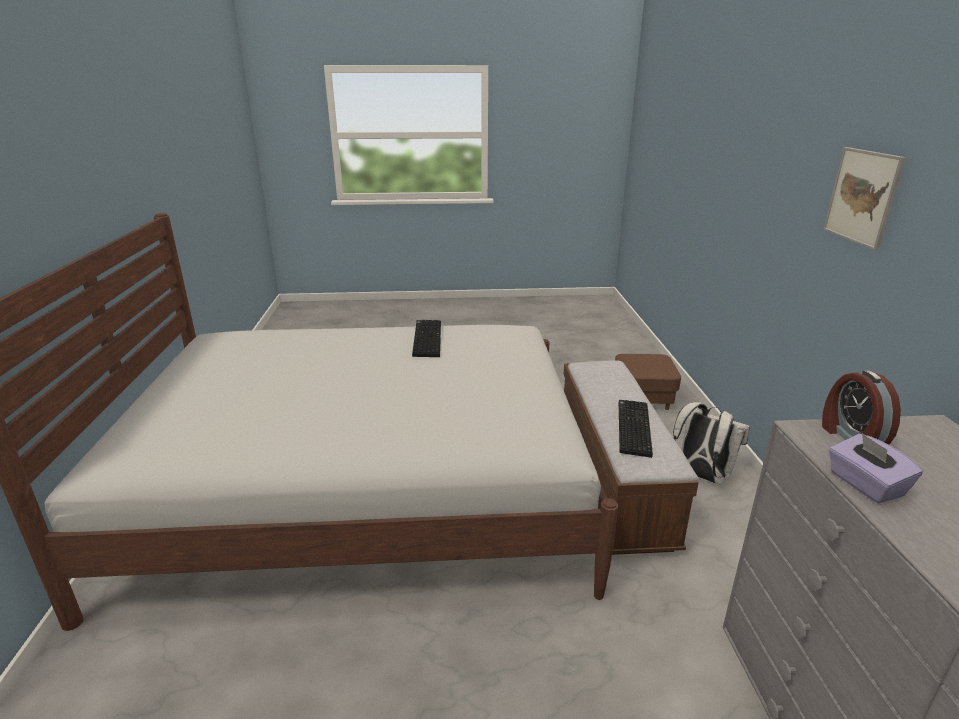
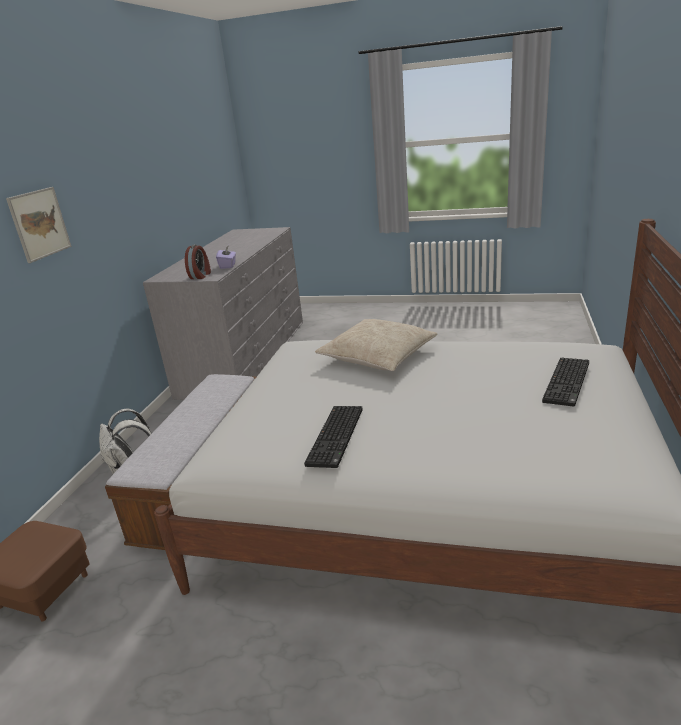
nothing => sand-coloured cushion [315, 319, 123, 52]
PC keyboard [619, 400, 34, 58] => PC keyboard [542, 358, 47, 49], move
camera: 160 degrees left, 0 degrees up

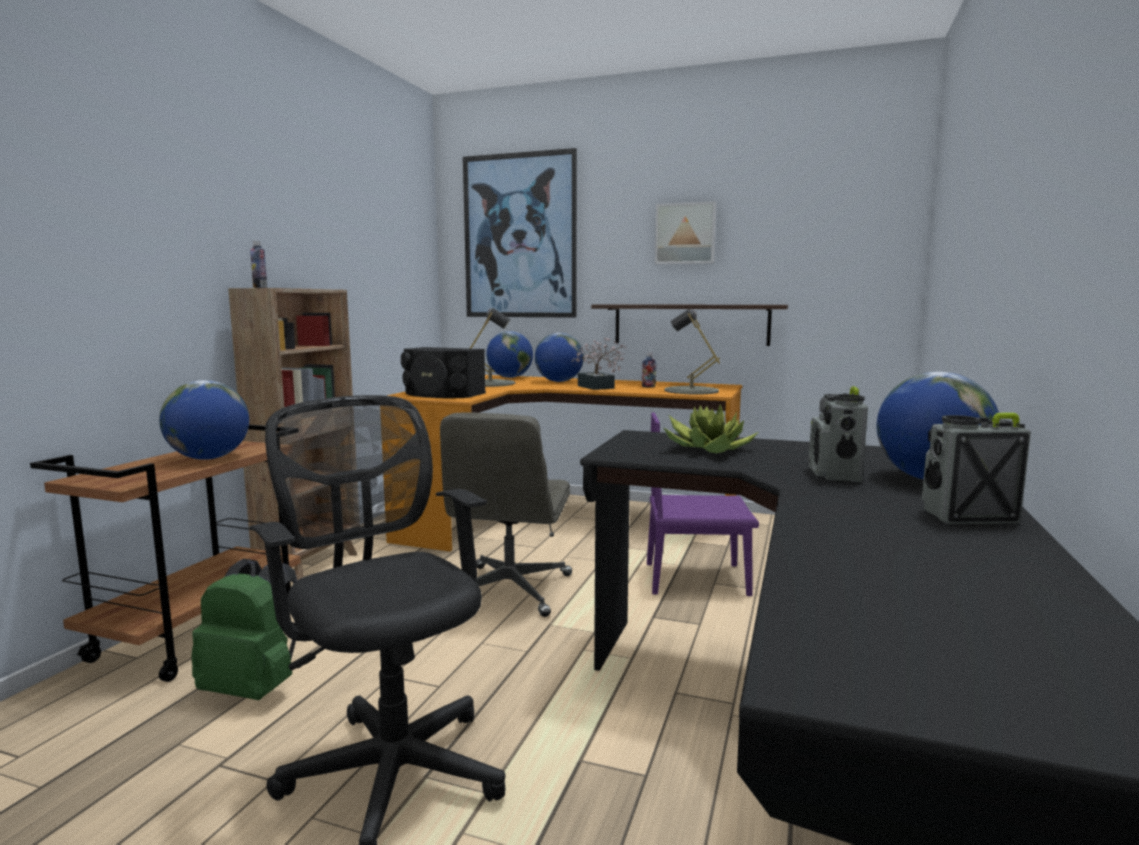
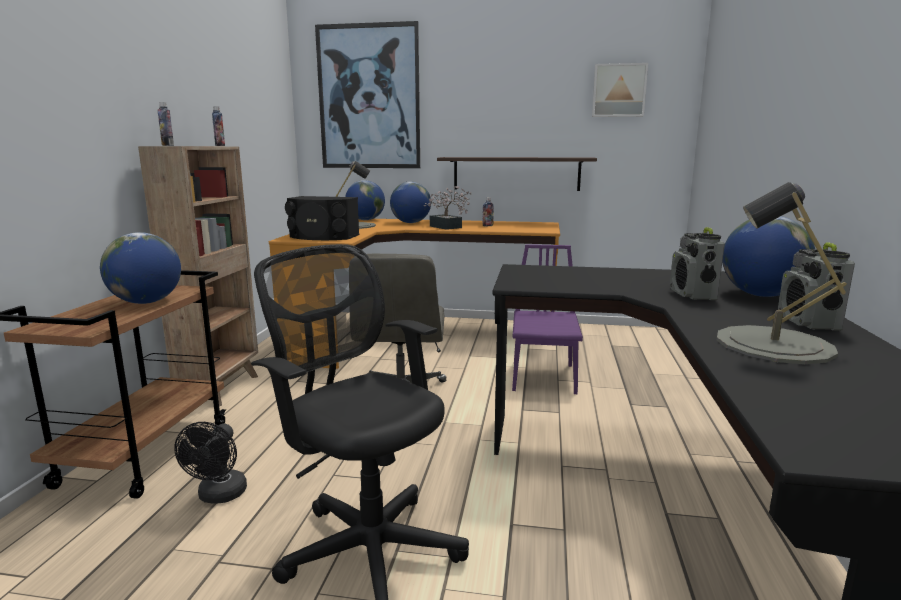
greenish rucksack [191, 559, 106, 141] => black-coloured fan [174, 422, 73, 82]
nothing => bottle [212, 106, 13, 40]
purplish chair [647, 413, 112, 183] => purplish chair [512, 244, 71, 150], 105 degrees clockwise
wall art [655, 201, 62, 63] => wall art [592, 63, 56, 54], move
grey table lamp [664, 308, 56, 86] => grey table lamp [717, 182, 130, 182], move
radio receiver [922, 413, 109, 111] => radio receiver [778, 242, 77, 89], 75 degrees counterclockwise
houseplant [663, 404, 96, 49] => nothing
camera: 10 degrees left, 5 degrees up

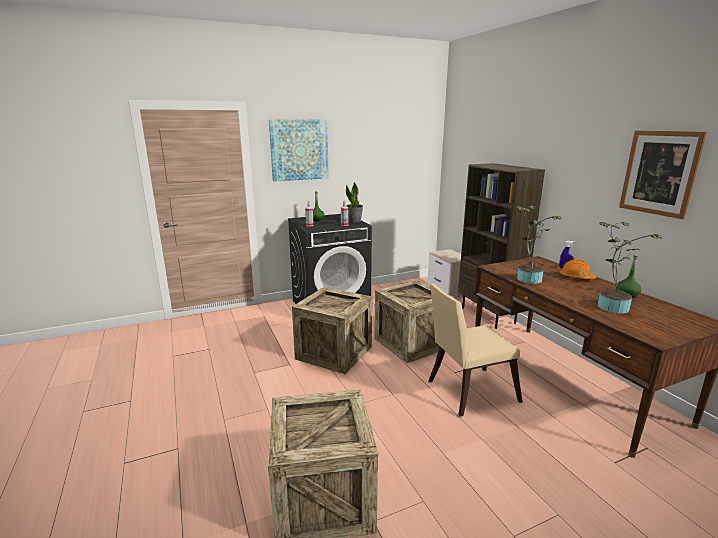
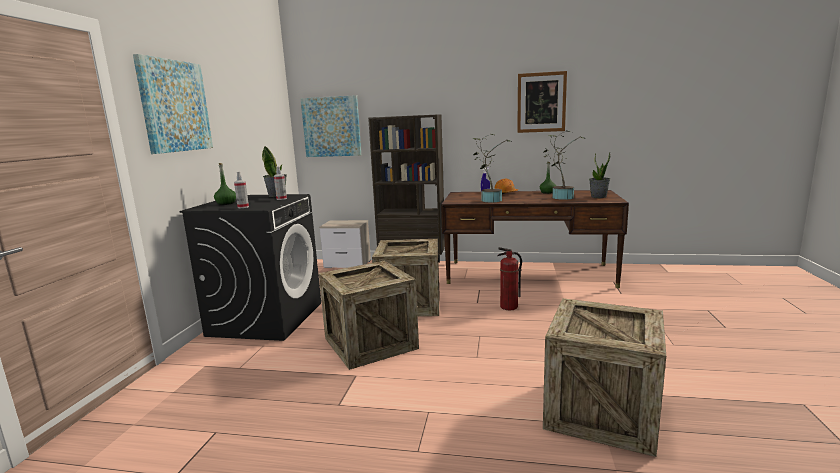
nothing => wall art [300, 95, 61, 62]
sand-coloured chair [429, 283, 94, 134] => fire extinguisher [498, 247, 24, 63]
nothing => houseplant [589, 152, 22, 46]
camera: 55 degrees left, 5 degrees down

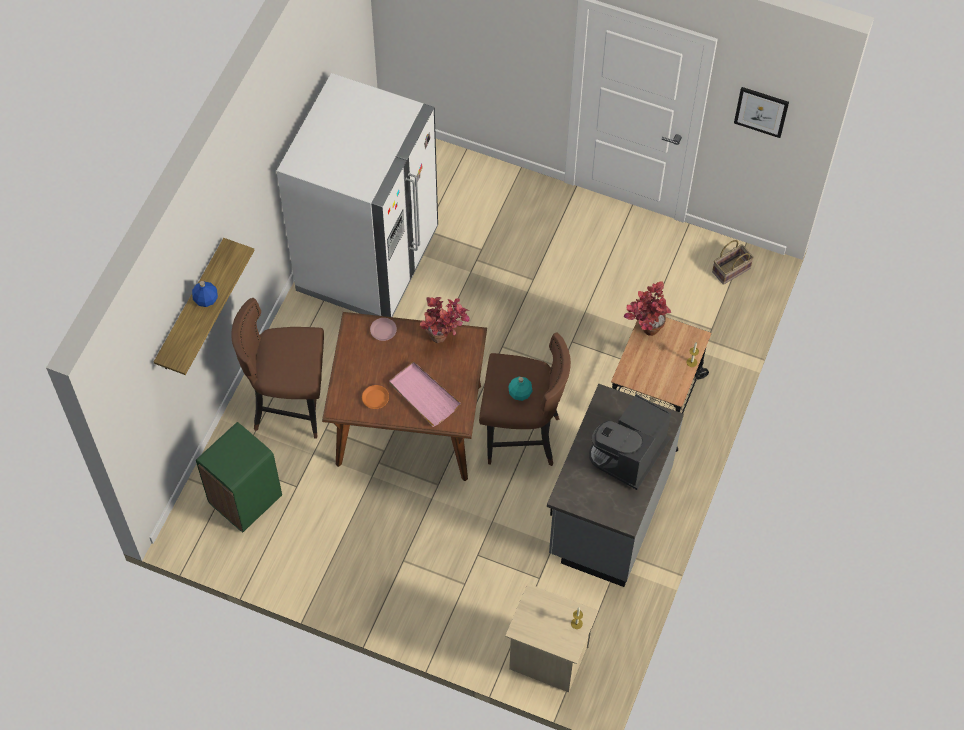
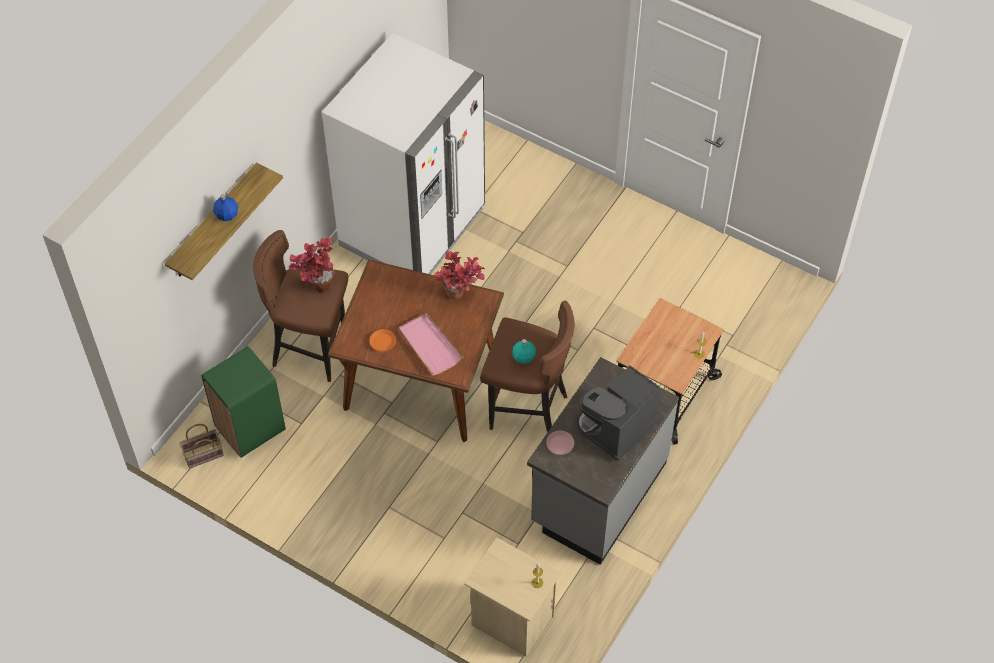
basket [712, 240, 42, 45] => basket [179, 424, 45, 45], move
houseplant [624, 281, 47, 55] => houseplant [289, 238, 45, 55], move
pinkish dinner plate [370, 318, 27, 23] => pinkish dinner plate [546, 431, 28, 24], move
wall art [734, 87, 55, 51] => nothing
camera: 10 degrees right, 5 degrees down

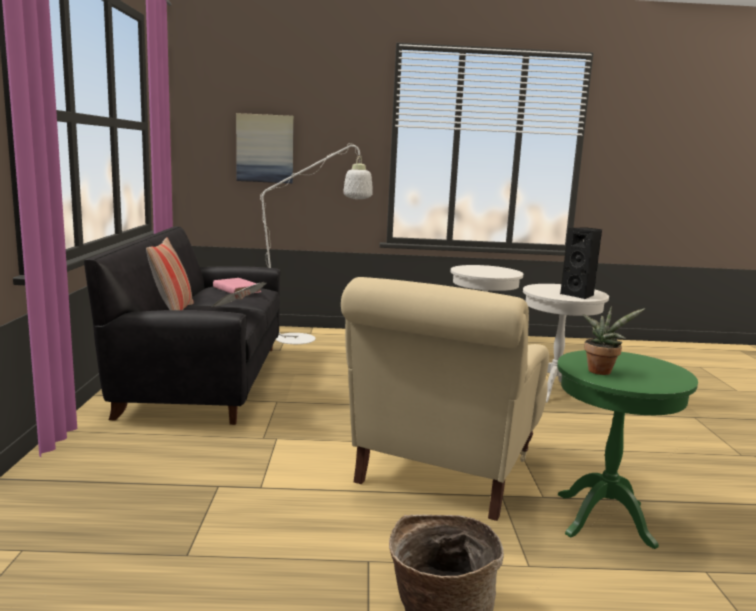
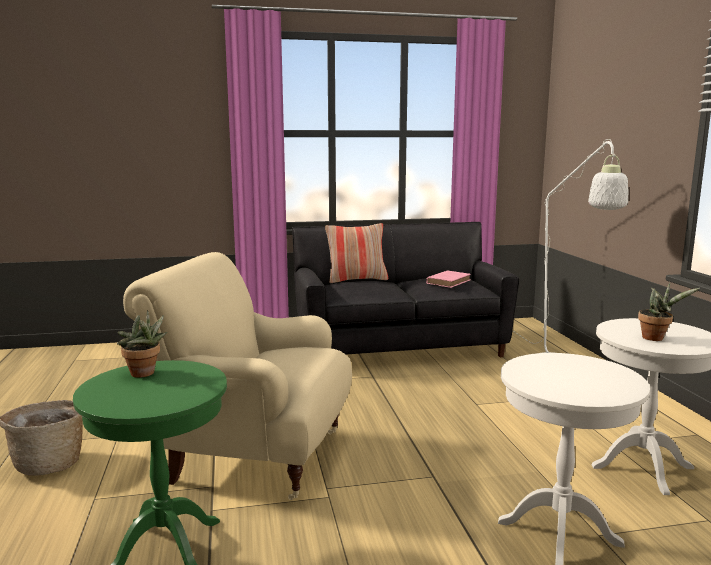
nothing => houseplant [638, 282, 62, 59]
newspaper [211, 282, 56, 25] => nothing
wall art [236, 113, 58, 70] => nothing
black-coloured loudspeaker [560, 227, 42, 72] => nothing
camera: 80 degrees right, 0 degrees up

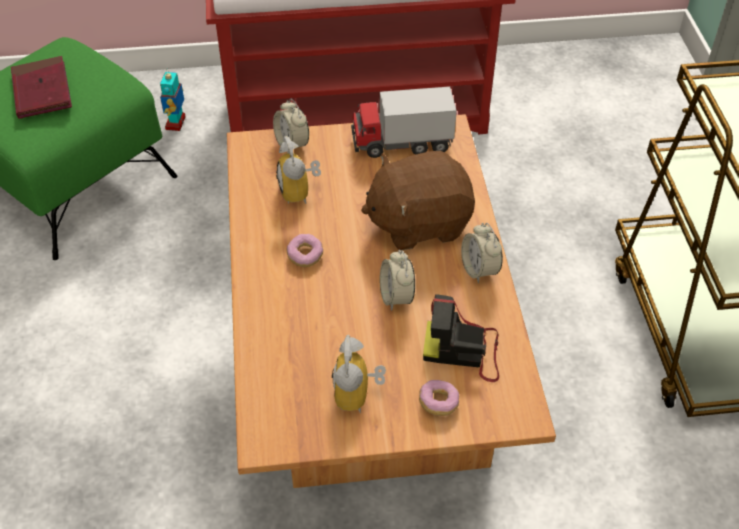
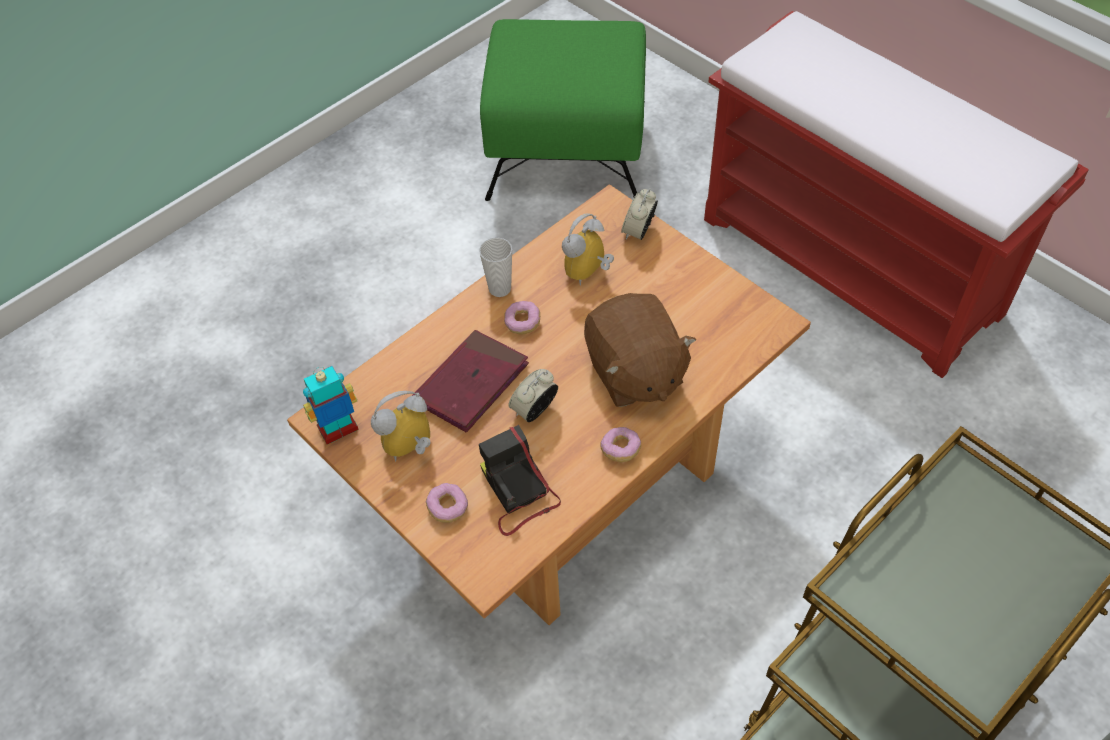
toy robot [160, 69, 26, 62] => toy robot [303, 366, 56, 78], move
red book [11, 56, 61, 63] => red book [412, 330, 117, 102], move
nothing => drinking cup [479, 237, 33, 60]
brown plush toy [361, 151, 114, 100] => brown plush toy [584, 293, 112, 114], 150 degrees counterclockwise
bedside clock [461, 223, 42, 60] => ring doughnut [600, 427, 41, 35]
toy truck [351, 87, 106, 71] => nothing
camera: 55 degrees right, 5 degrees up

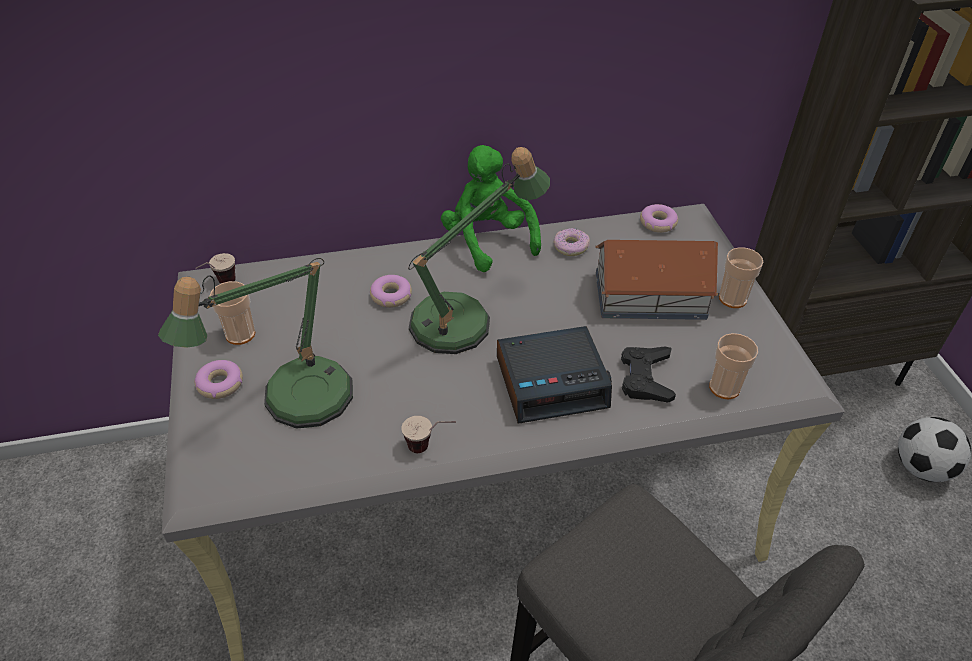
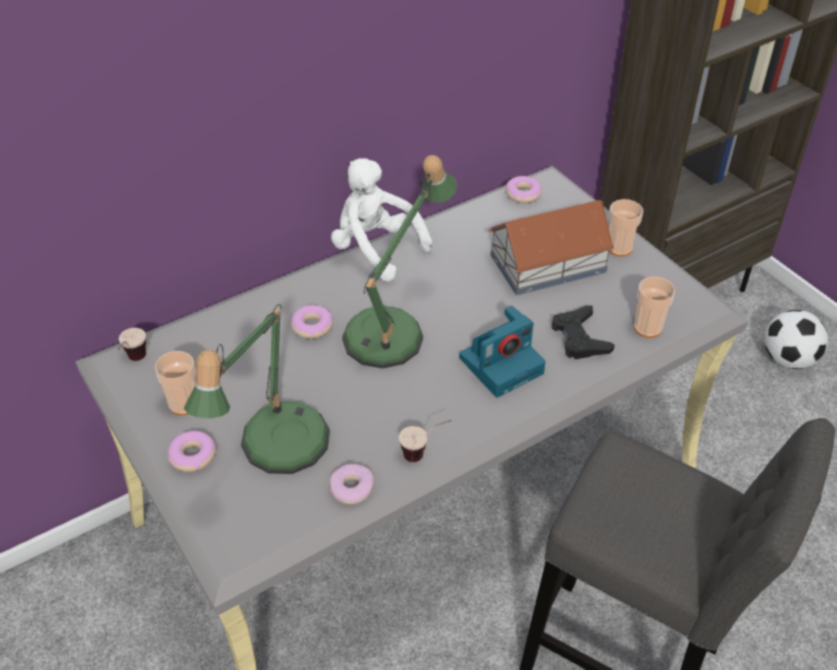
ring doughnut [553, 228, 37, 28] => ring doughnut [329, 464, 46, 40], move
greenish plush toy [441, 145, 100, 127] => whitish plush toy [331, 158, 102, 123]
bedside clock [497, 326, 115, 97] => photo camera [459, 306, 87, 92]
camera: 20 degrees left, 0 degrees up

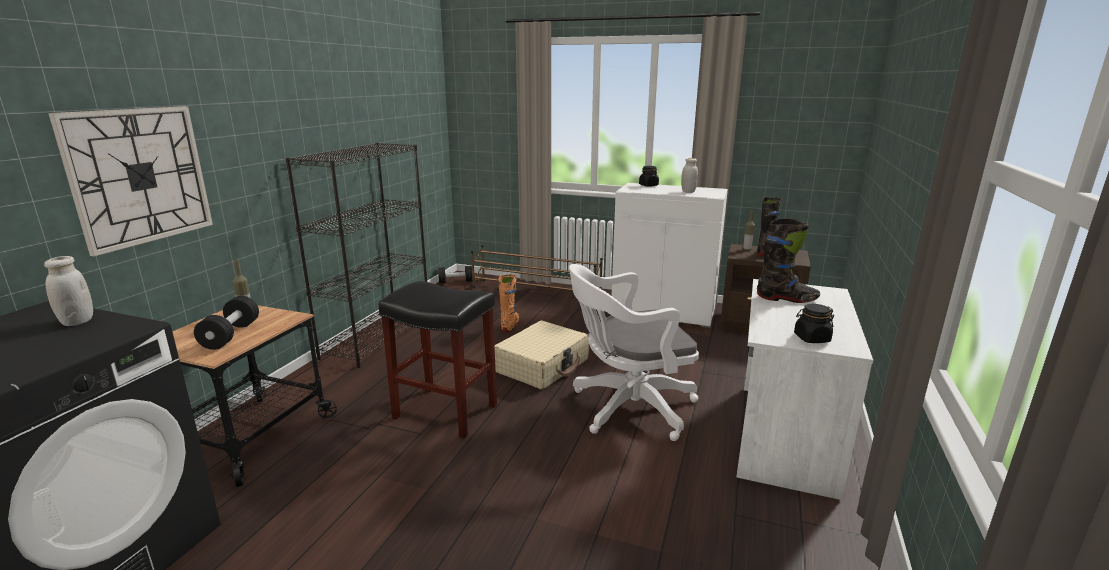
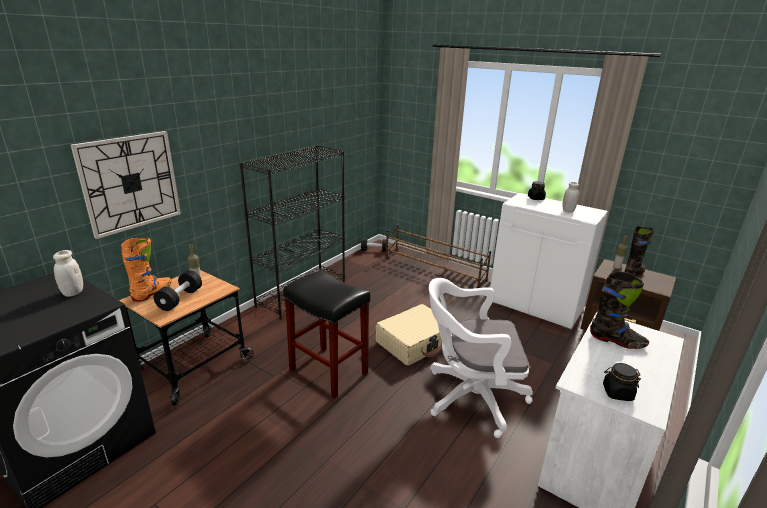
orange-coloured tall boot [498, 274, 22, 58] => orange-coloured tall boot [121, 238, 51, 64], move
camera: 15 degrees right, 5 degrees up

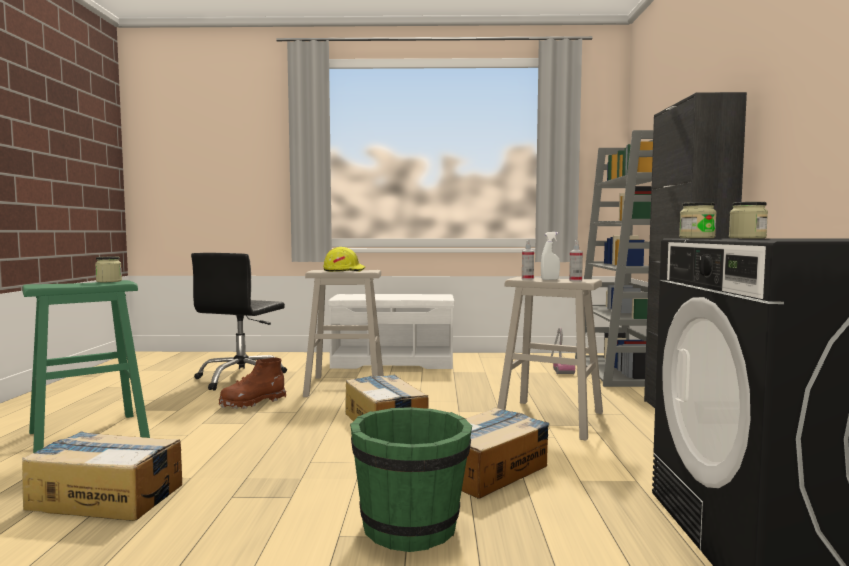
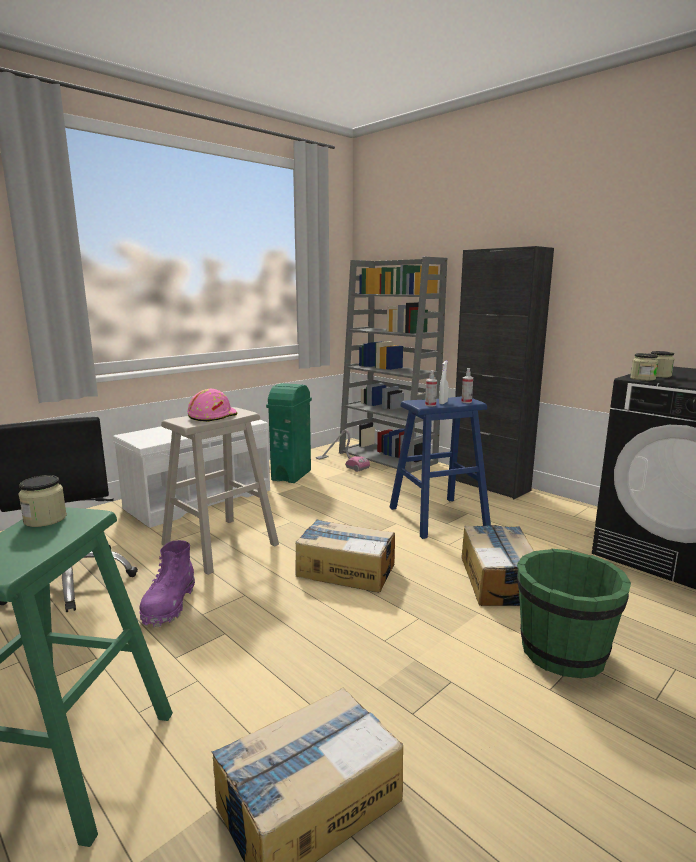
brown tall boot [219, 357, 67, 52] => purplish tall boot [139, 540, 56, 88]
yellowish safety helmet [323, 247, 43, 25] => pinkish safety helmet [187, 389, 51, 33]
nothing => greenish rubbish bin [266, 383, 46, 100]
sand-coloured sitting stool [497, 277, 106, 164] => blue-coloured sitting stool [389, 396, 102, 143]
camera: 45 degrees left, 10 degrees up

